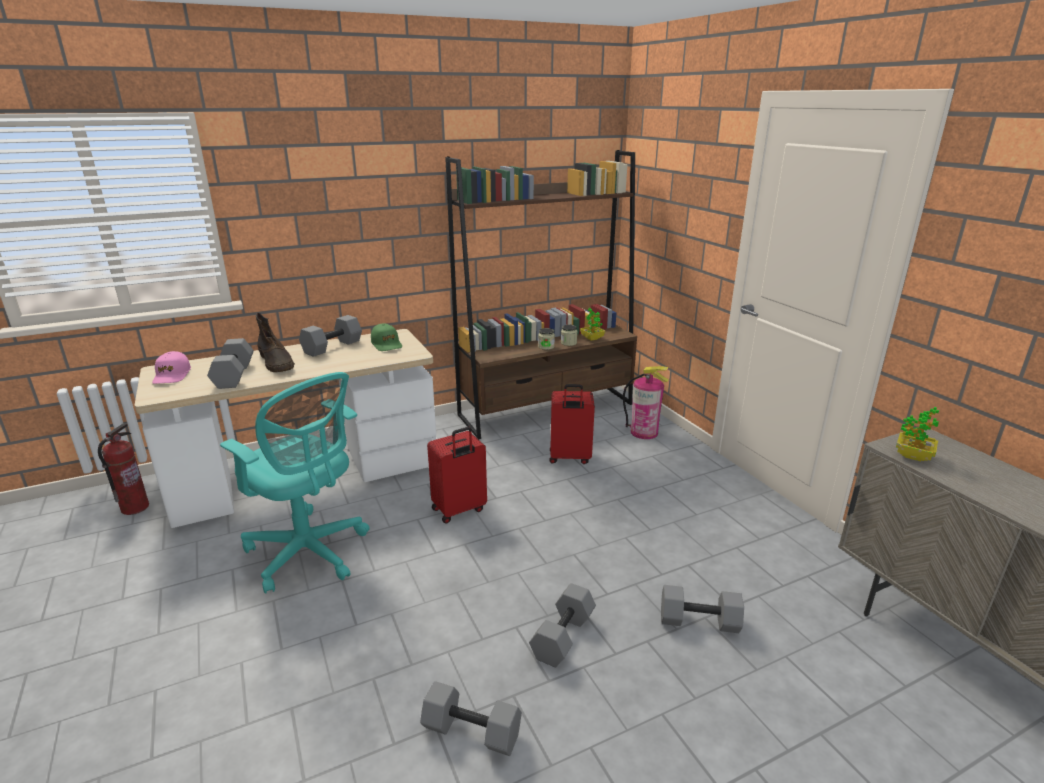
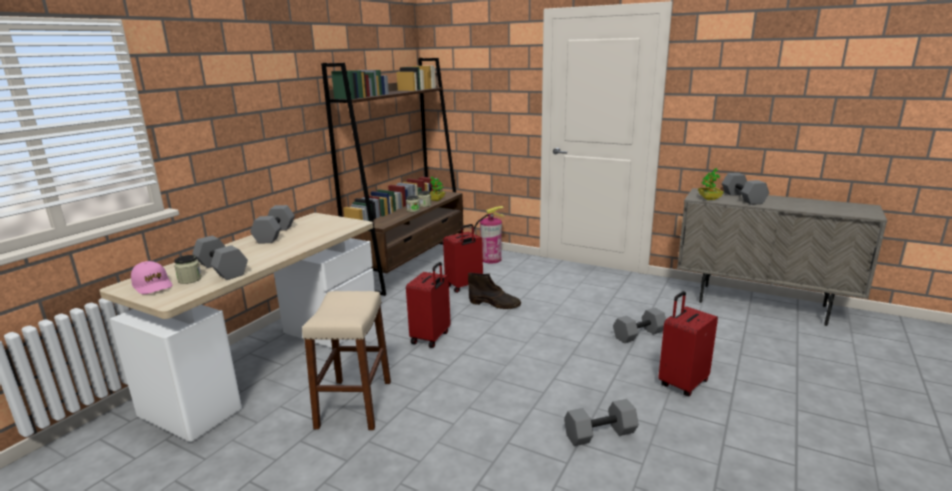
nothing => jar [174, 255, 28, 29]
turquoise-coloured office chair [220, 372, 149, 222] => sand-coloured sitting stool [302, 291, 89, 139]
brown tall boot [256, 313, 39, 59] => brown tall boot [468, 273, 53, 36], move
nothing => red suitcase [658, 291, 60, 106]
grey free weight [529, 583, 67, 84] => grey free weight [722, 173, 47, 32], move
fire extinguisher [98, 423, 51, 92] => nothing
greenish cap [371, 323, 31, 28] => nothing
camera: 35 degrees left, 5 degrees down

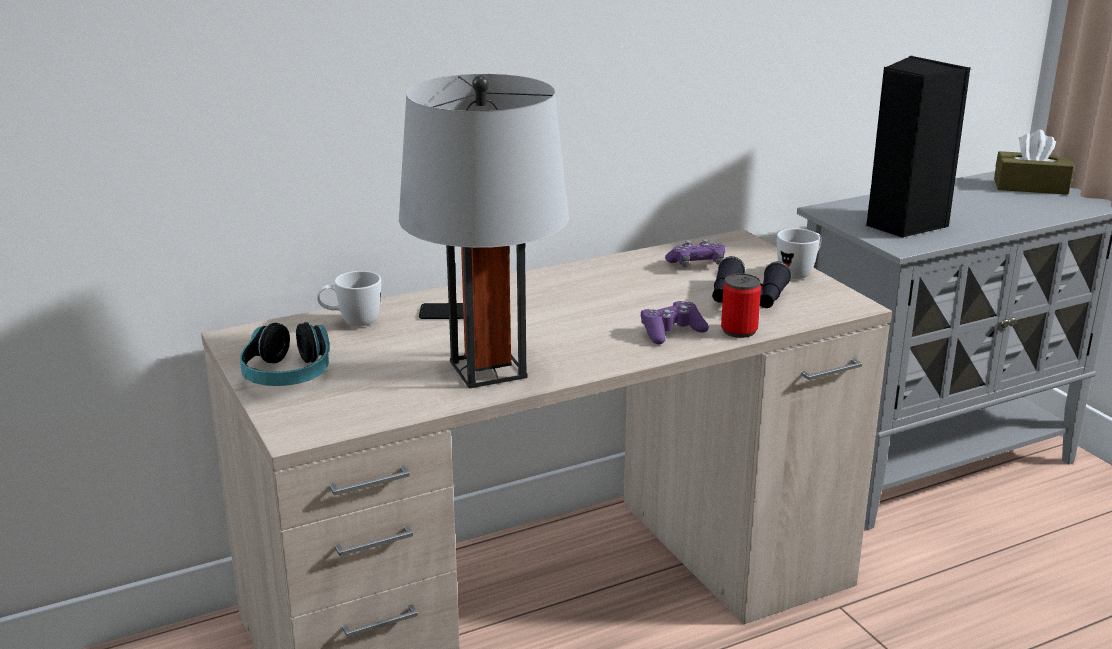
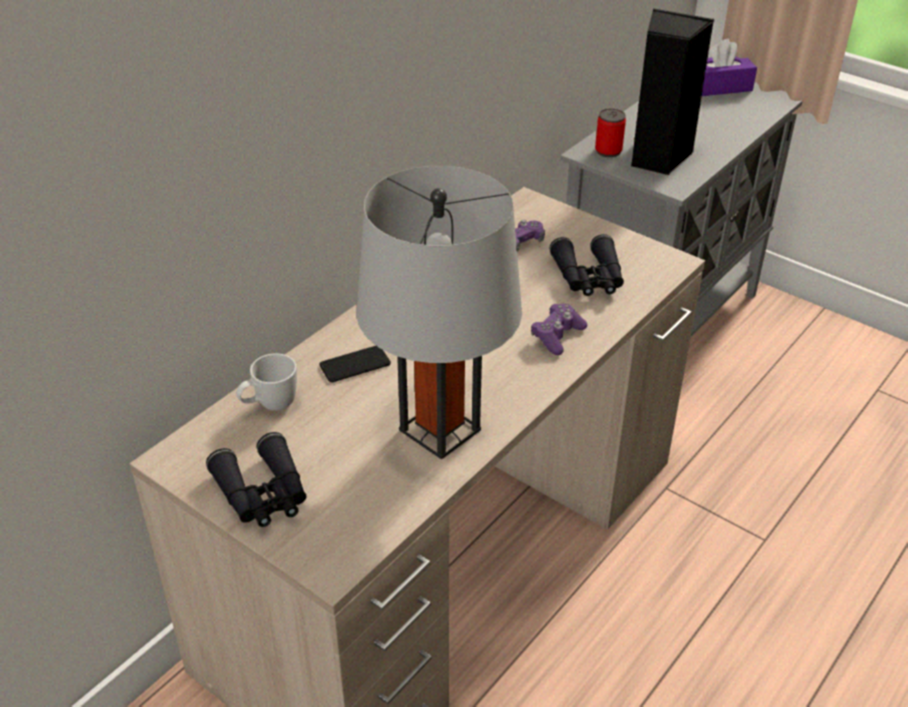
pair of headphones [240, 322, 90, 64] => black-coloured field glasses [206, 432, 100, 95]
metal can [721, 273, 40, 65] => metal can [595, 109, 31, 48], move
brown tissue holder [994, 130, 80, 65] => purplish tissue holder [702, 39, 55, 57]
whitish mug [777, 228, 45, 51] => nothing
camera: 25 degrees left, 15 degrees up

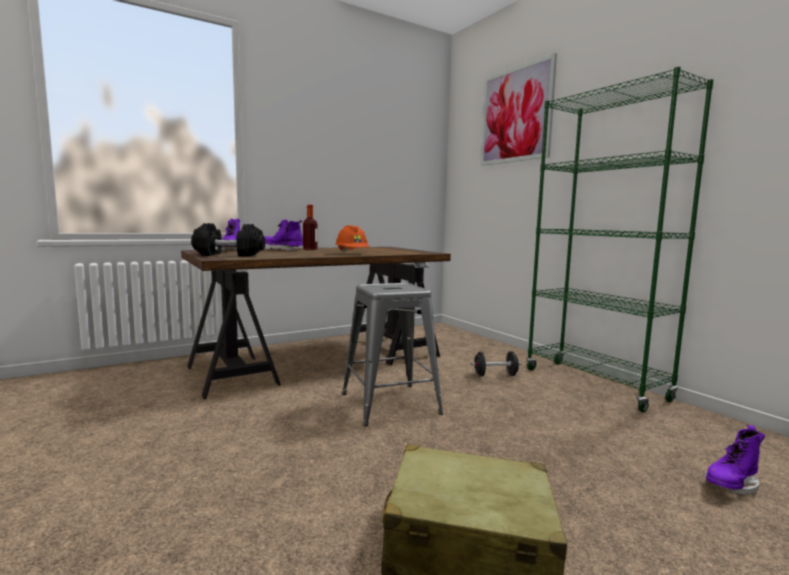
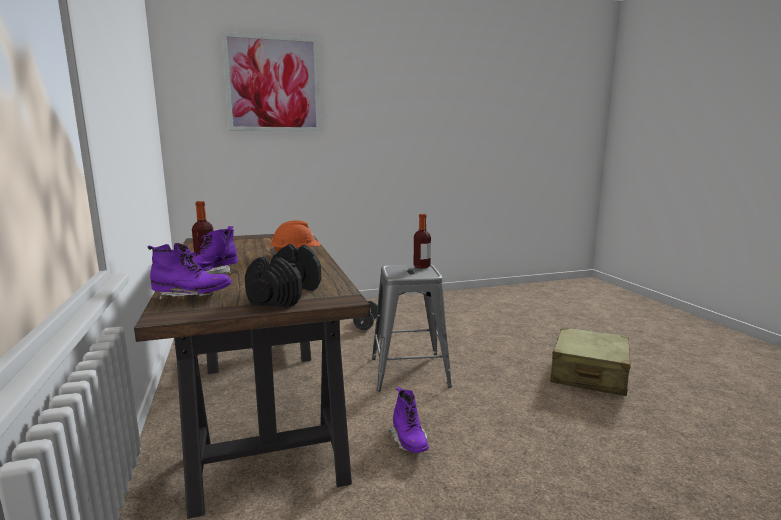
purplish tall boot [703, 425, 62, 70] => purplish tall boot [389, 387, 40, 66], move
nothing => bottle [414, 214, 17, 54]
greenish bookshelf [526, 67, 188, 345] => nothing
camera: 75 degrees left, 5 degrees up

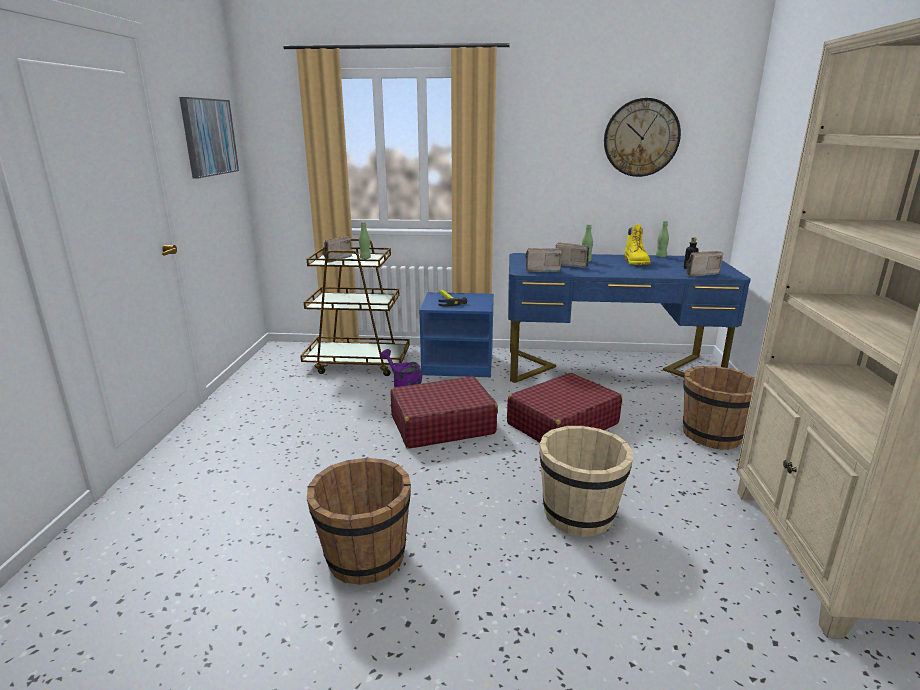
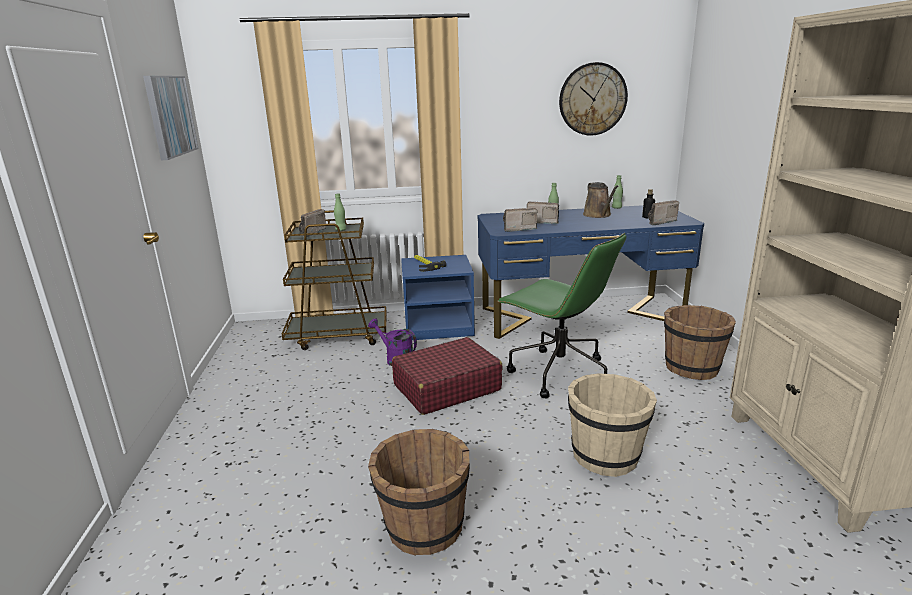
red suitcase [507, 373, 115, 69] => greenish office chair [497, 233, 129, 165]
yellowish tall boot [624, 224, 27, 41] => brown watering pot [583, 182, 35, 36]
camera: 10 degrees left, 0 degrees up

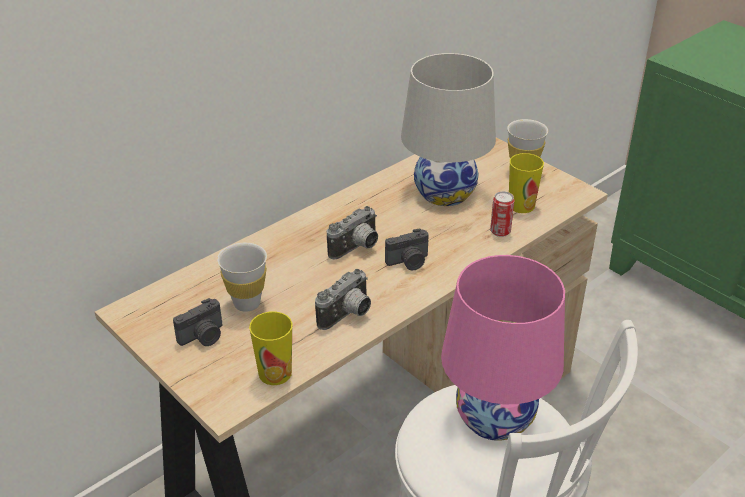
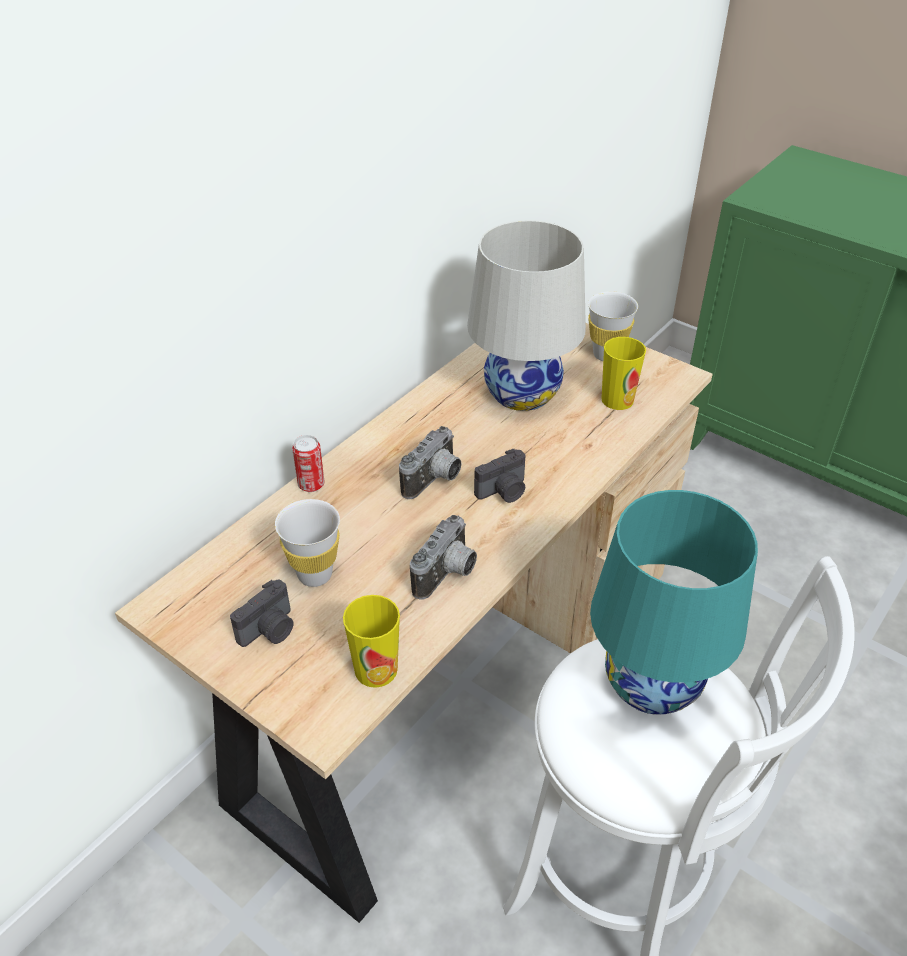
metal can [490, 191, 24, 46] => metal can [292, 435, 32, 57], move
pinkish table lamp [441, 255, 124, 186] => turquoise-coloured table lamp [590, 490, 168, 224]
camera: 10 degrees left, 5 degrees up

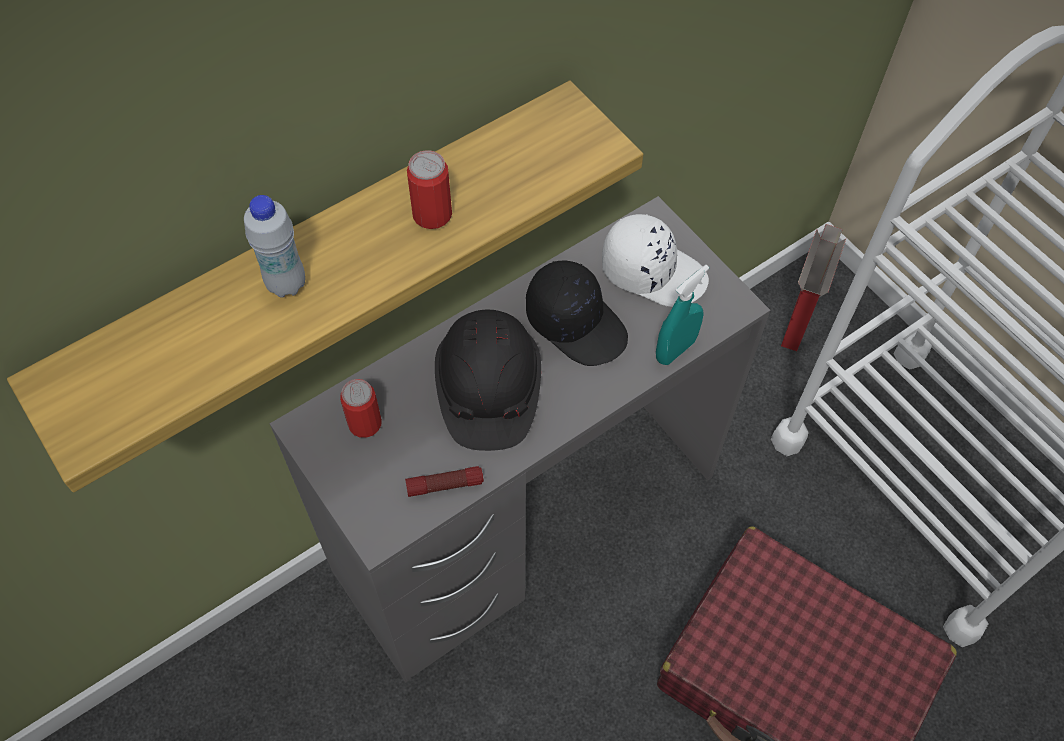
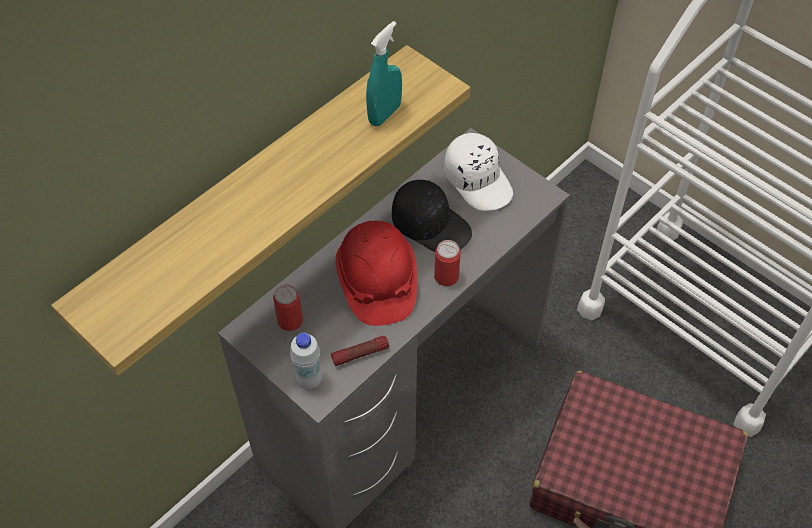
whitish bottle [244, 195, 61, 103] => whitish bottle [290, 333, 32, 57], move
black-coloured safety helmet [435, 309, 106, 142] => red safety helmet [335, 221, 82, 105]
turquoise-coloured hand sprayer [656, 265, 53, 100] => turquoise-coloured hand sprayer [366, 21, 36, 105], move
metal can [407, 150, 45, 79] => metal can [434, 240, 27, 46], move
whitish cap [602, 214, 107, 93] => whitish cap [444, 133, 69, 78], 45 degrees clockwise
cardboard box [781, 224, 65, 127] => nothing
camera: 10 degrees left, 5 degrees down

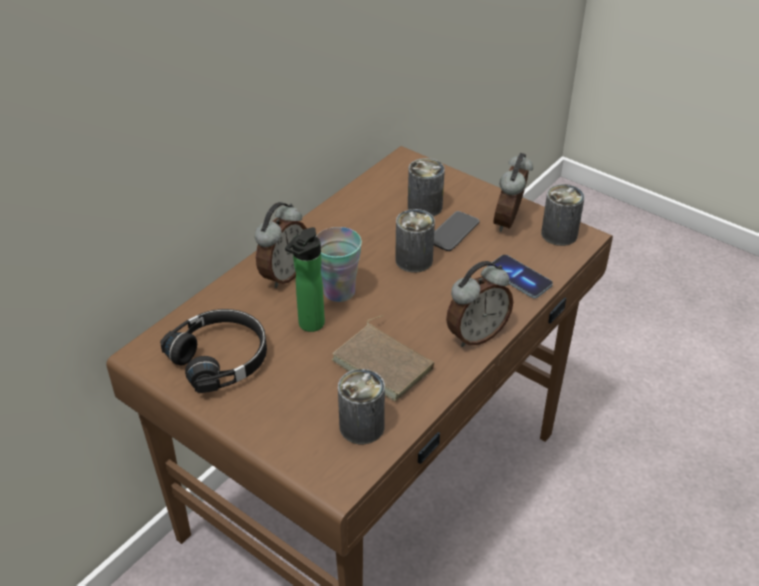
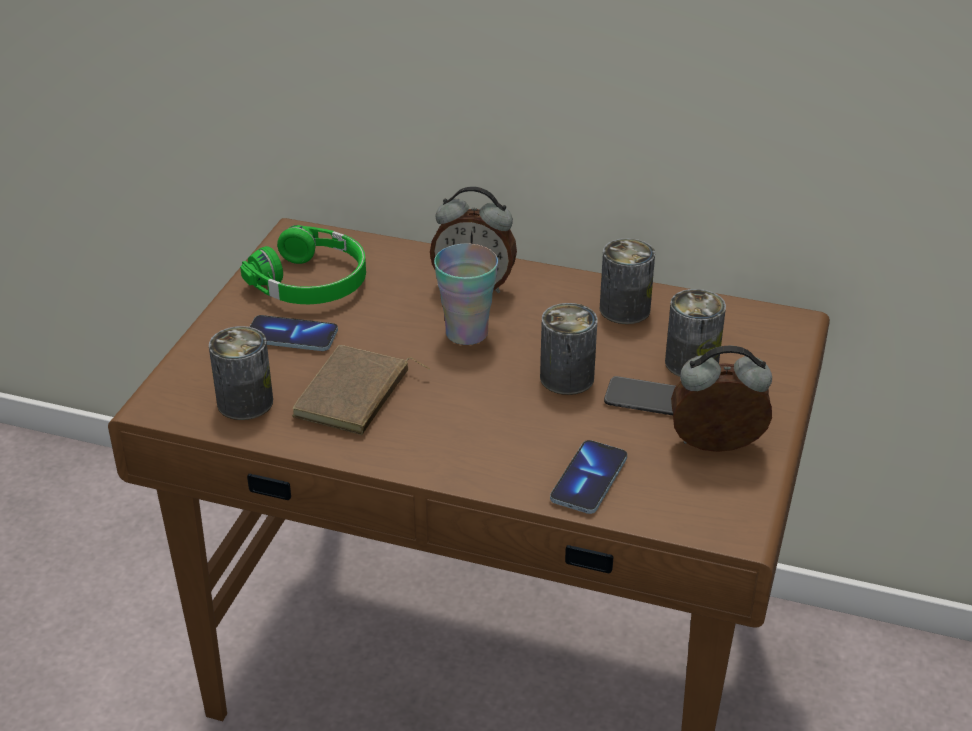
black-coloured pair of headphones [160, 309, 107, 84] => greenish pair of headphones [240, 225, 126, 79]
nothing => handset [250, 315, 88, 36]
metal can [541, 184, 44, 62] => metal can [600, 238, 55, 86], move
bottle [285, 227, 40, 105] => nothing
bedside clock [446, 261, 67, 86] => nothing
camera: 70 degrees right, 5 degrees down

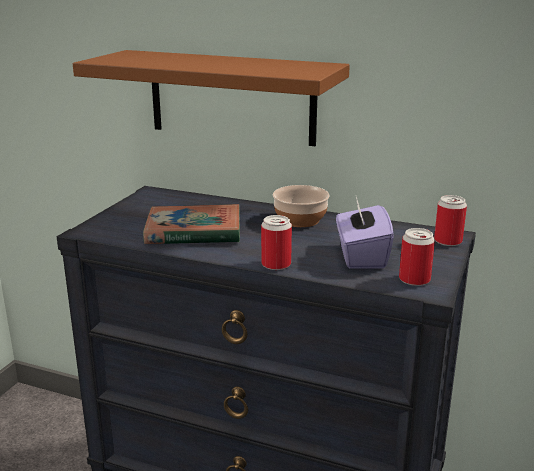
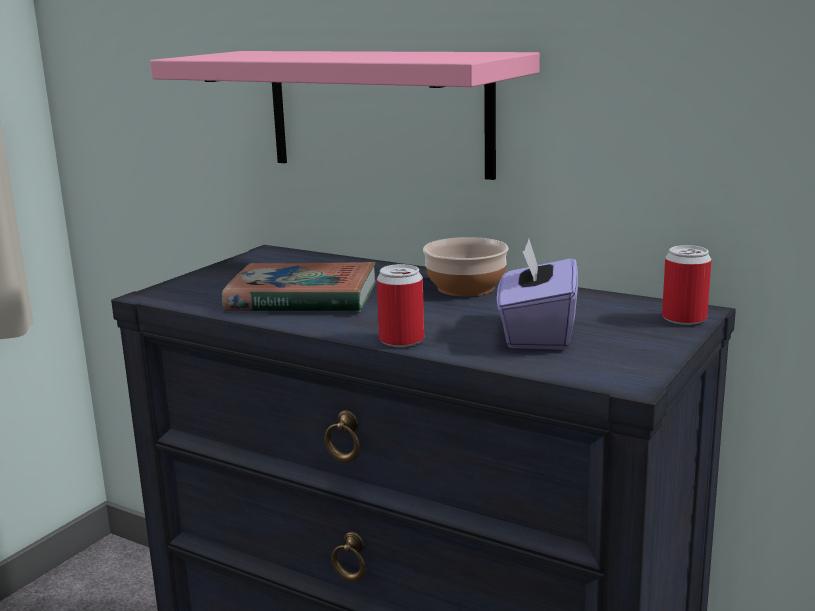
brown bracket shelf [73, 50, 277, 96] => pinkish bracket shelf [150, 51, 390, 129]
metal can [399, 228, 36, 58] => nothing
camera: 10 degrees right, 5 degrees down

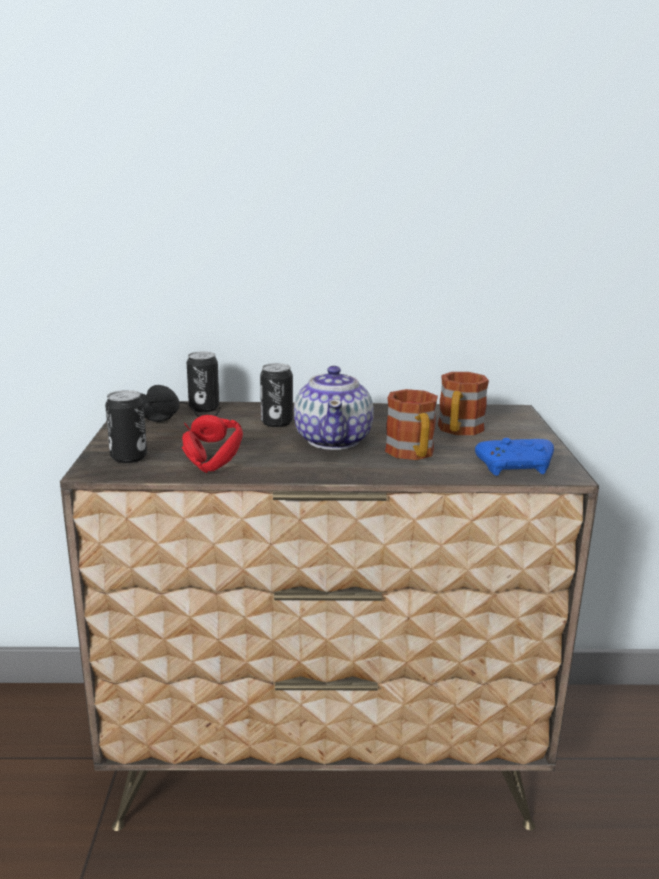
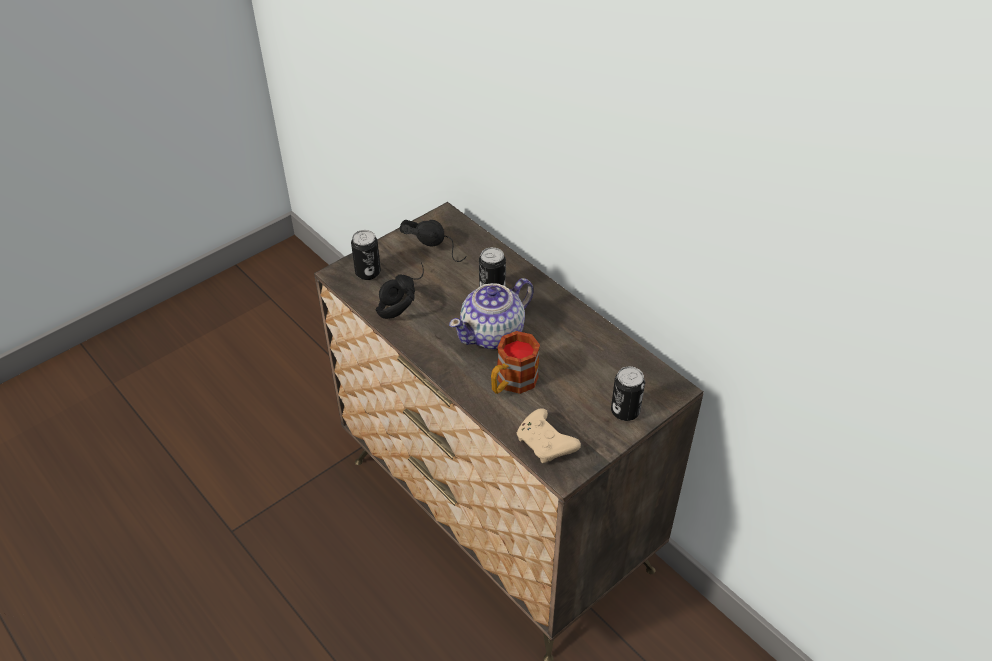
red pair of headphones [182, 415, 61, 58] => black-coloured pair of headphones [375, 262, 49, 57]
blue-coloured joypad [475, 438, 79, 38] => sand-coloured joypad [517, 408, 64, 55]
metal can [187, 351, 32, 61] => metal can [611, 366, 34, 55], move
mug [438, 372, 51, 63] => nothing
camera: 50 degrees right, 25 degrees up

